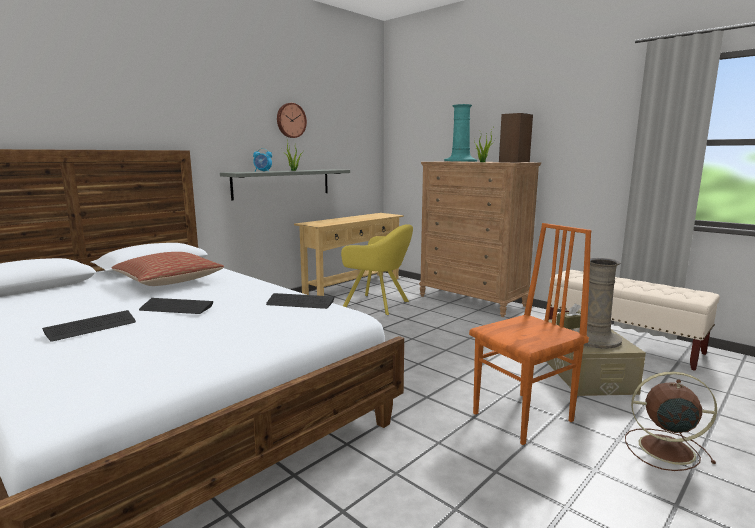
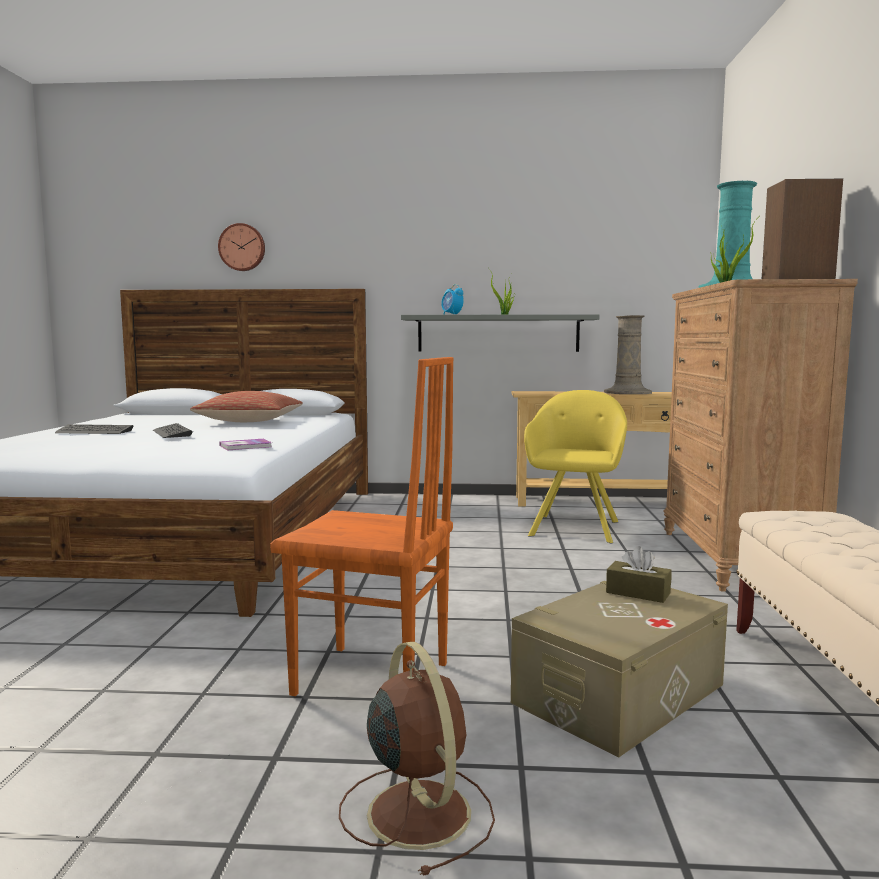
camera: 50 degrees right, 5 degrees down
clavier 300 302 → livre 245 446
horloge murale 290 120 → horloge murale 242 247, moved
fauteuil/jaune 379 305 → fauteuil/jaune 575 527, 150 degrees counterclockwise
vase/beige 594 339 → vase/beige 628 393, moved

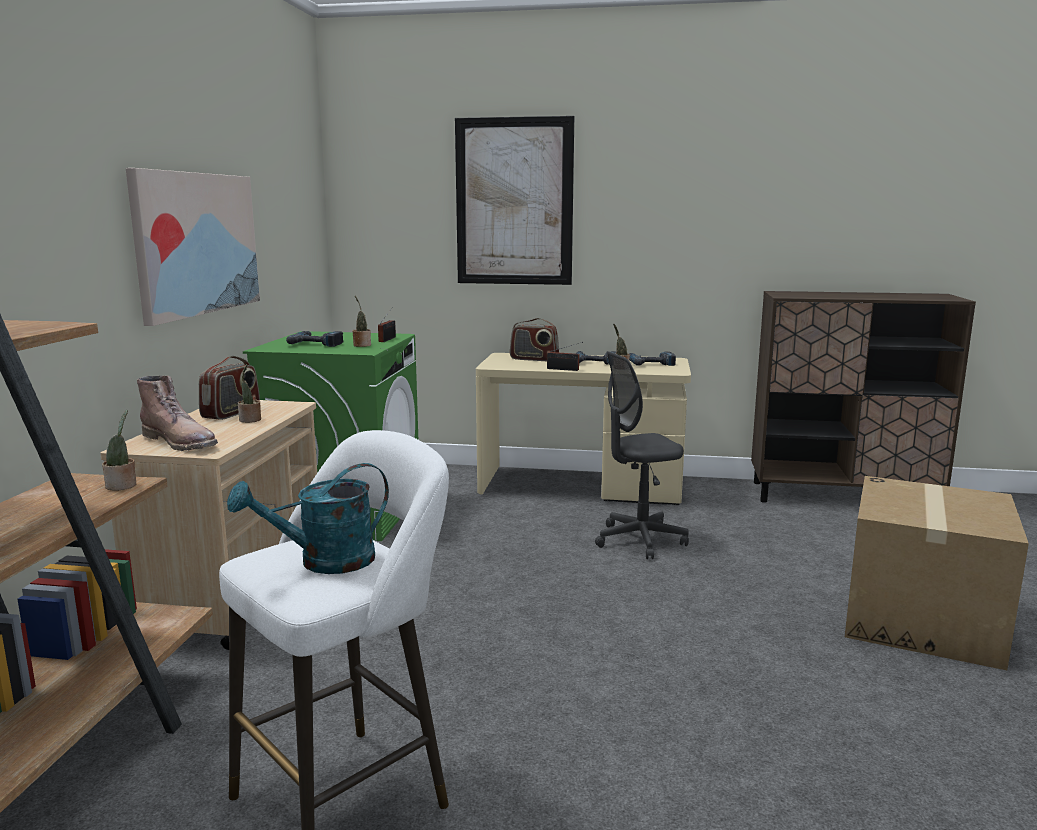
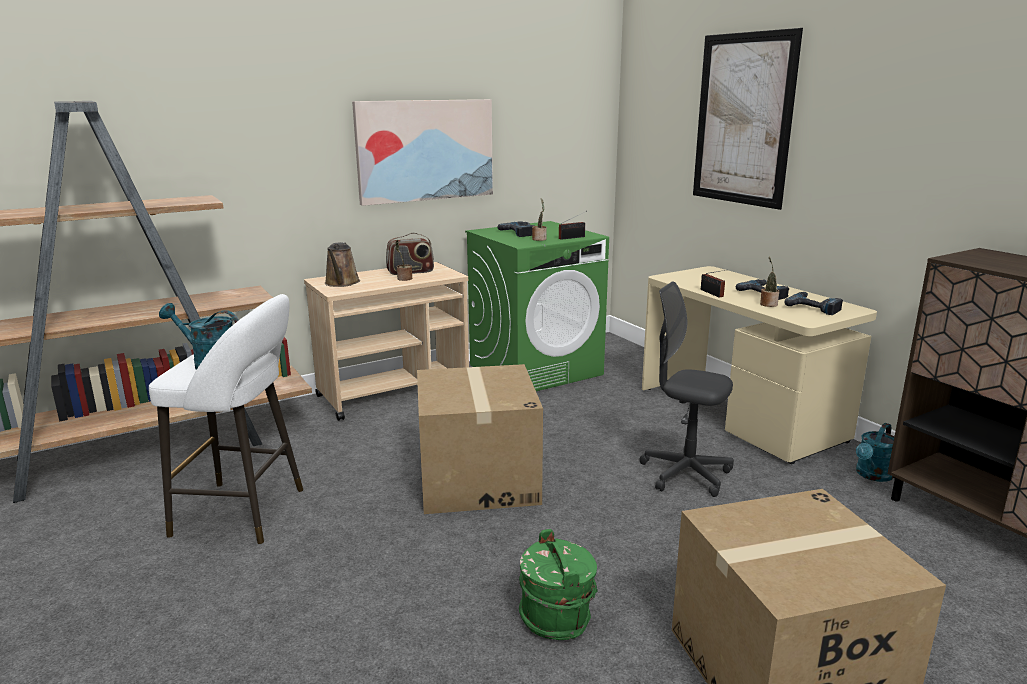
camera: 50 degrees right, 5 degrees up
plante en pot 123 486 → -
botte/marron 181 442 → arrosoir/marron 341 283
radio 534 359 → -
- → carton 477 479
- → seau/vert 556 618
- → arrosoir/turquoise 872 475

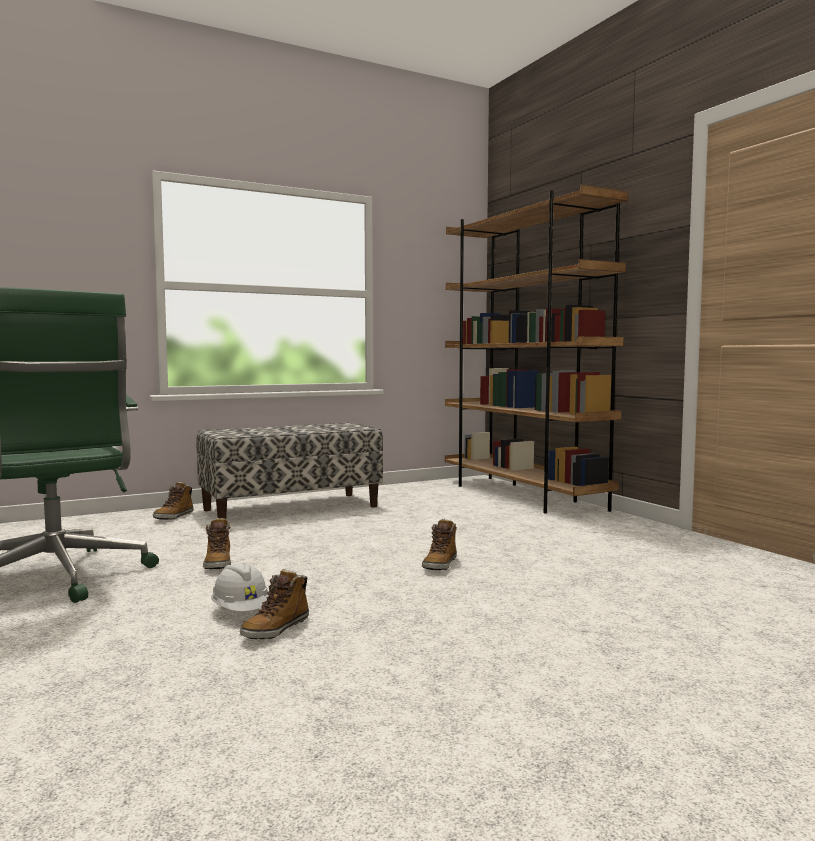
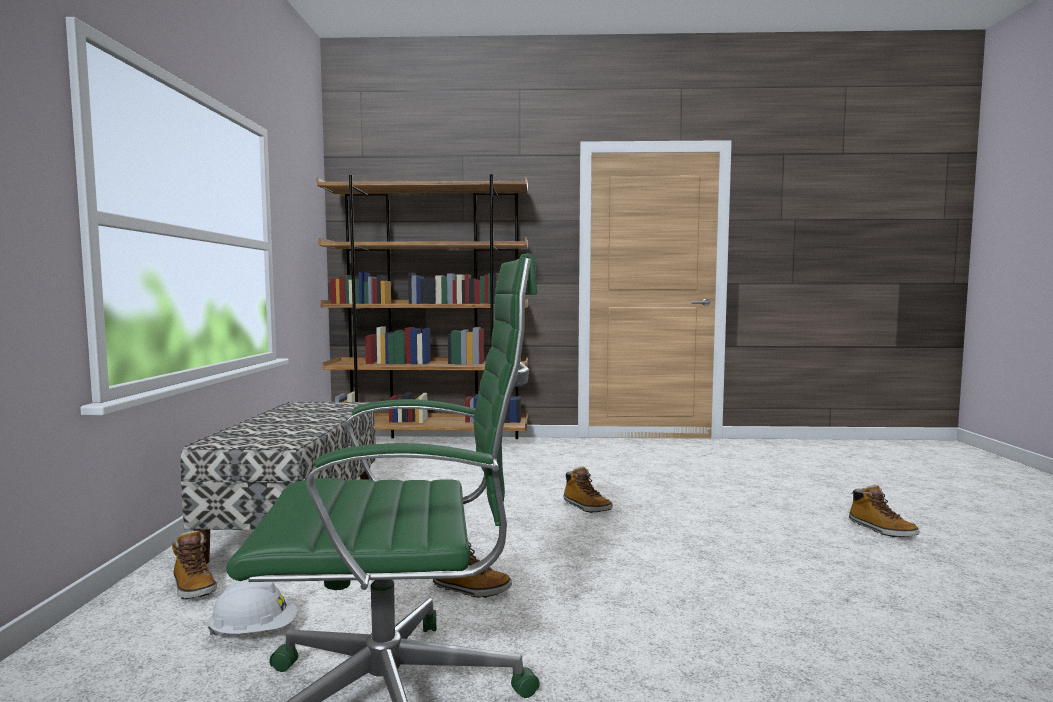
camera: 60 degrees left, 0 degrees up
casque de chantier/blanc 241 611 → casque de chantier/blanc 254 632, moved
botte 276 629 → botte 881 530, moved

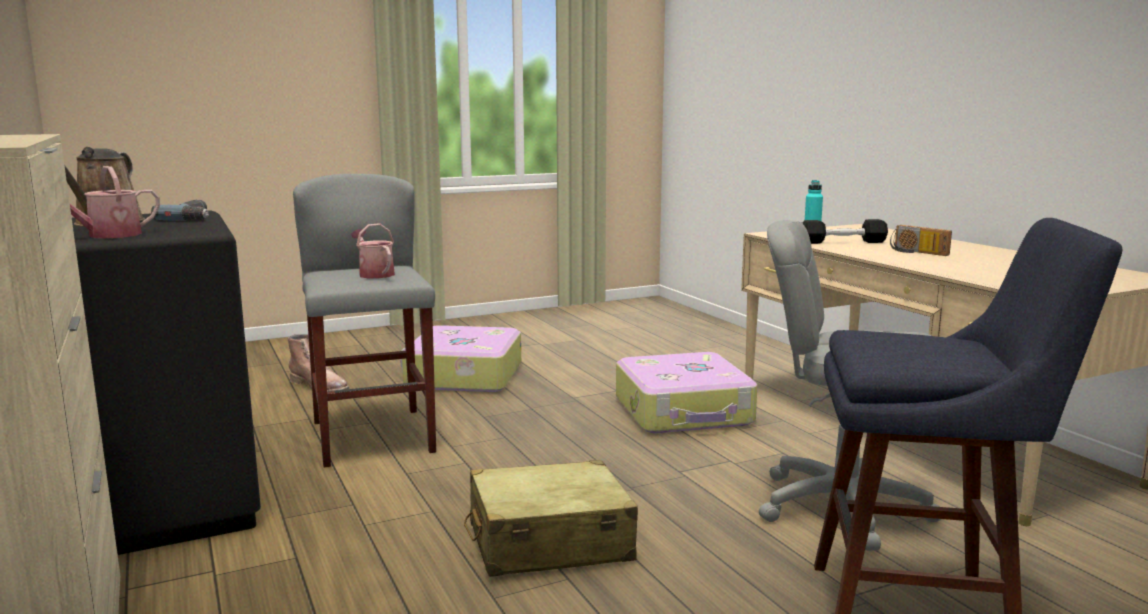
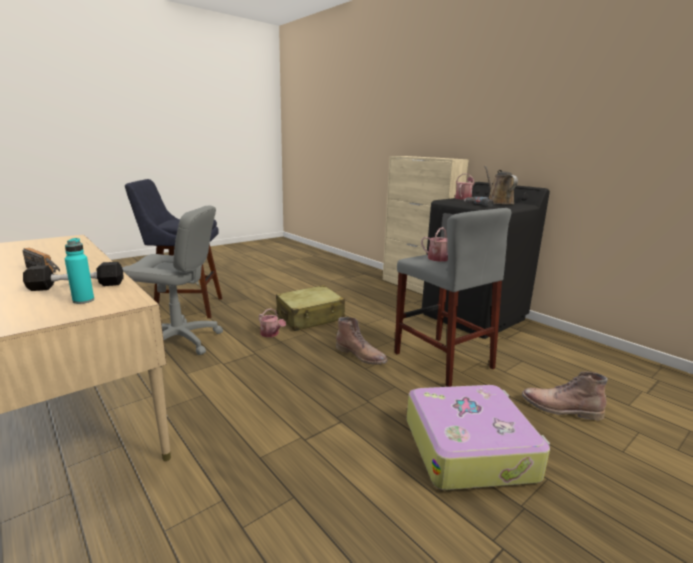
camera: 165 degrees right, 5 degrees up
valise 684 411 → -
- → arrosoir 271 334
- → botte/marron 361 355

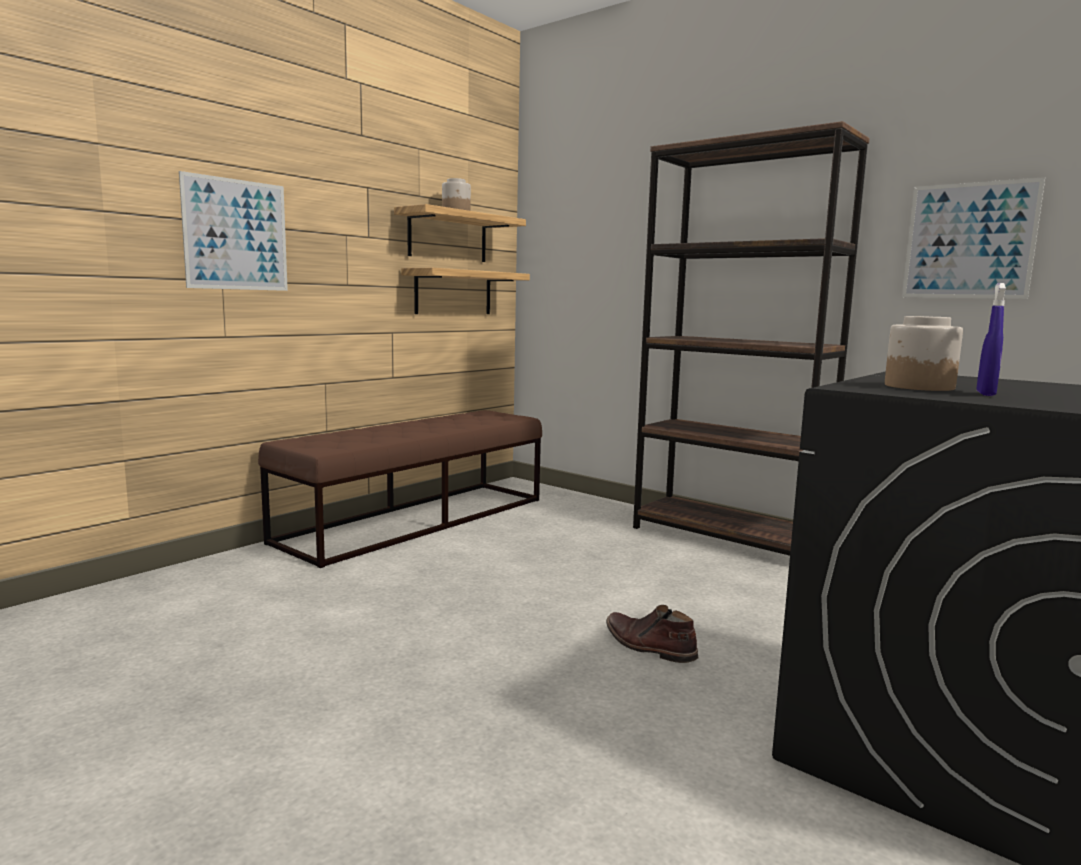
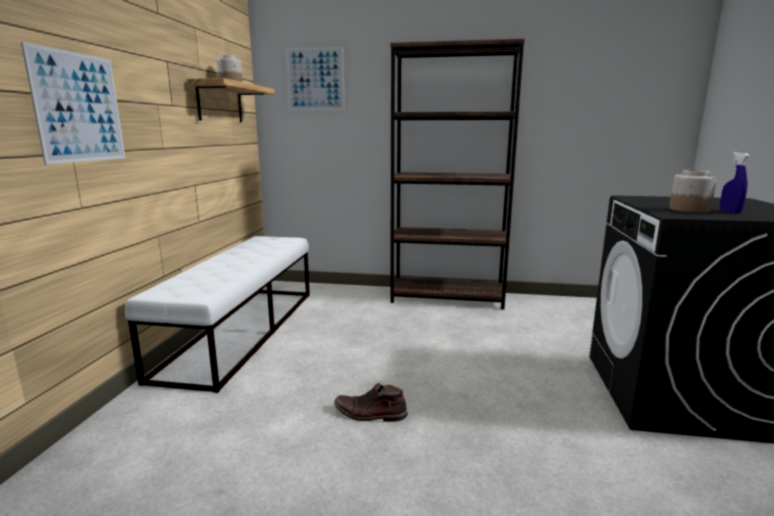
camera: 30 degrees left, 5 degrees up
banc/marron 417 519 → banc/blanc 242 330
étagère 453 292 → -
botte/marron 648 646 → botte/marron 370 414, moved
tableau 969 241 → tableau 315 79, moved

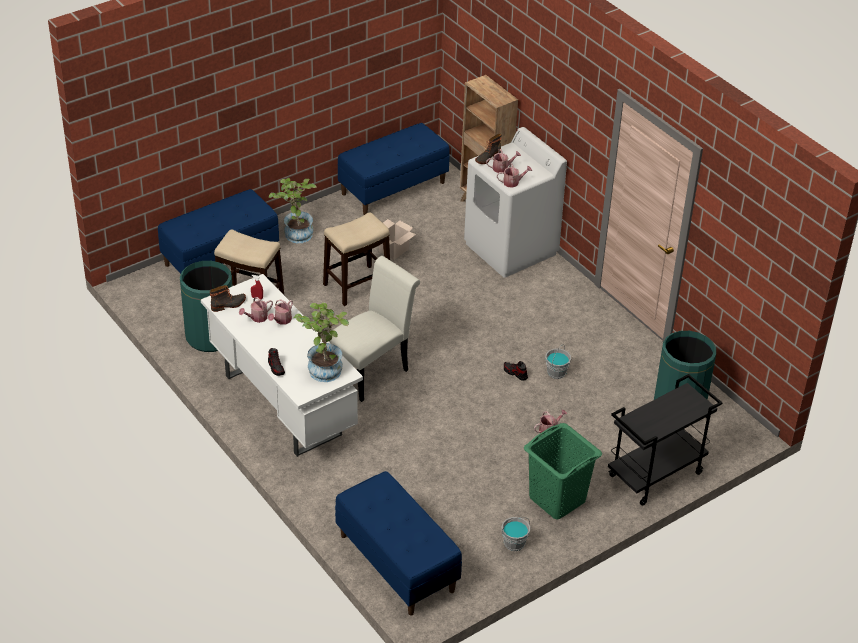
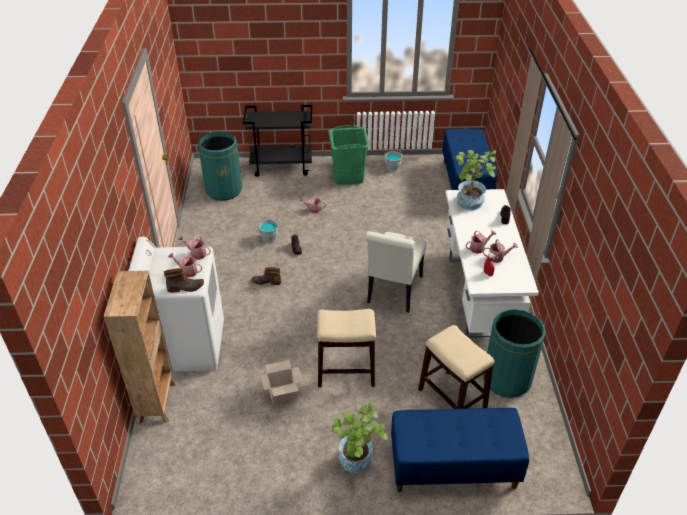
camera: 145 degrees left, 0 degrees up
botte 228 305 → botte 266 281, moved
chaise/blanc 371 370 → chaise/blanc 393 292, 60 degrees counterclockwise
banc/bleu 393 188 → -

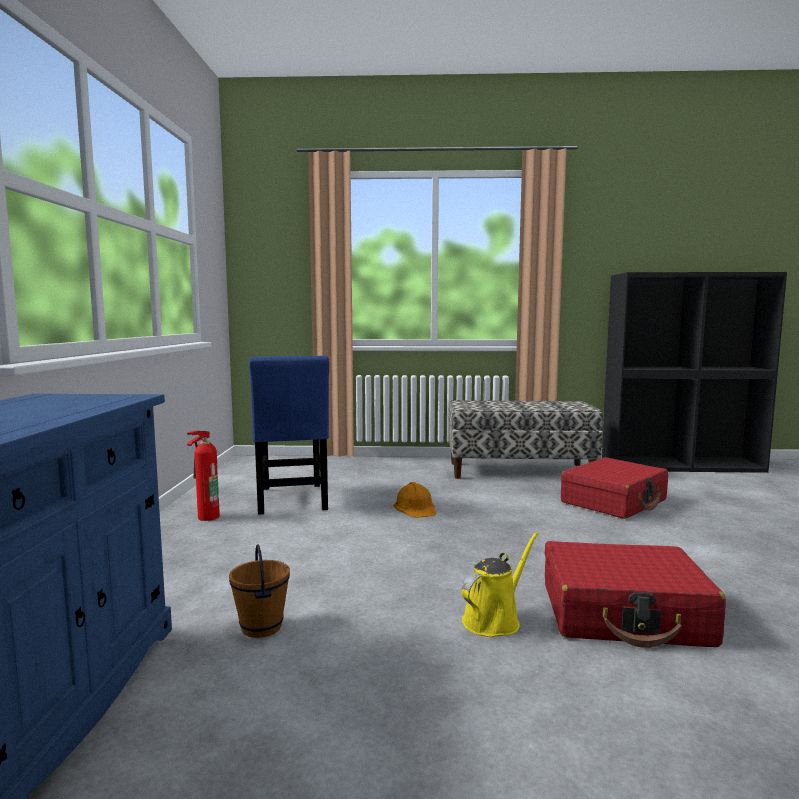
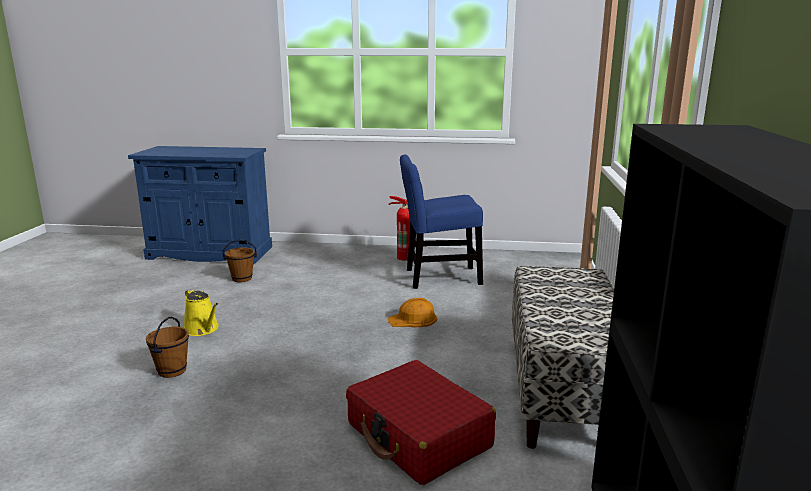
camera: 95 degrees right, 10 degrees up
valise/rouge 624 614 → seau/marron 172 371

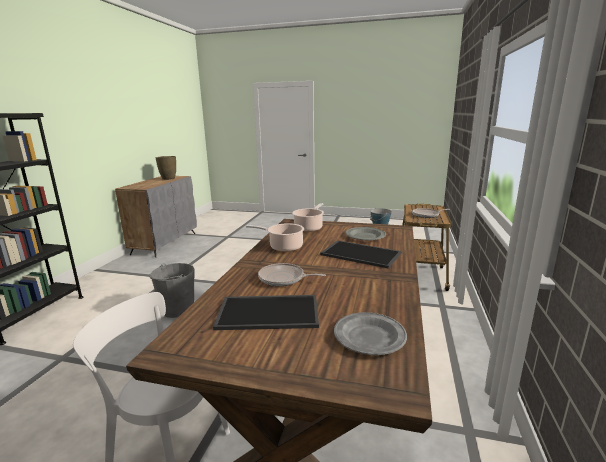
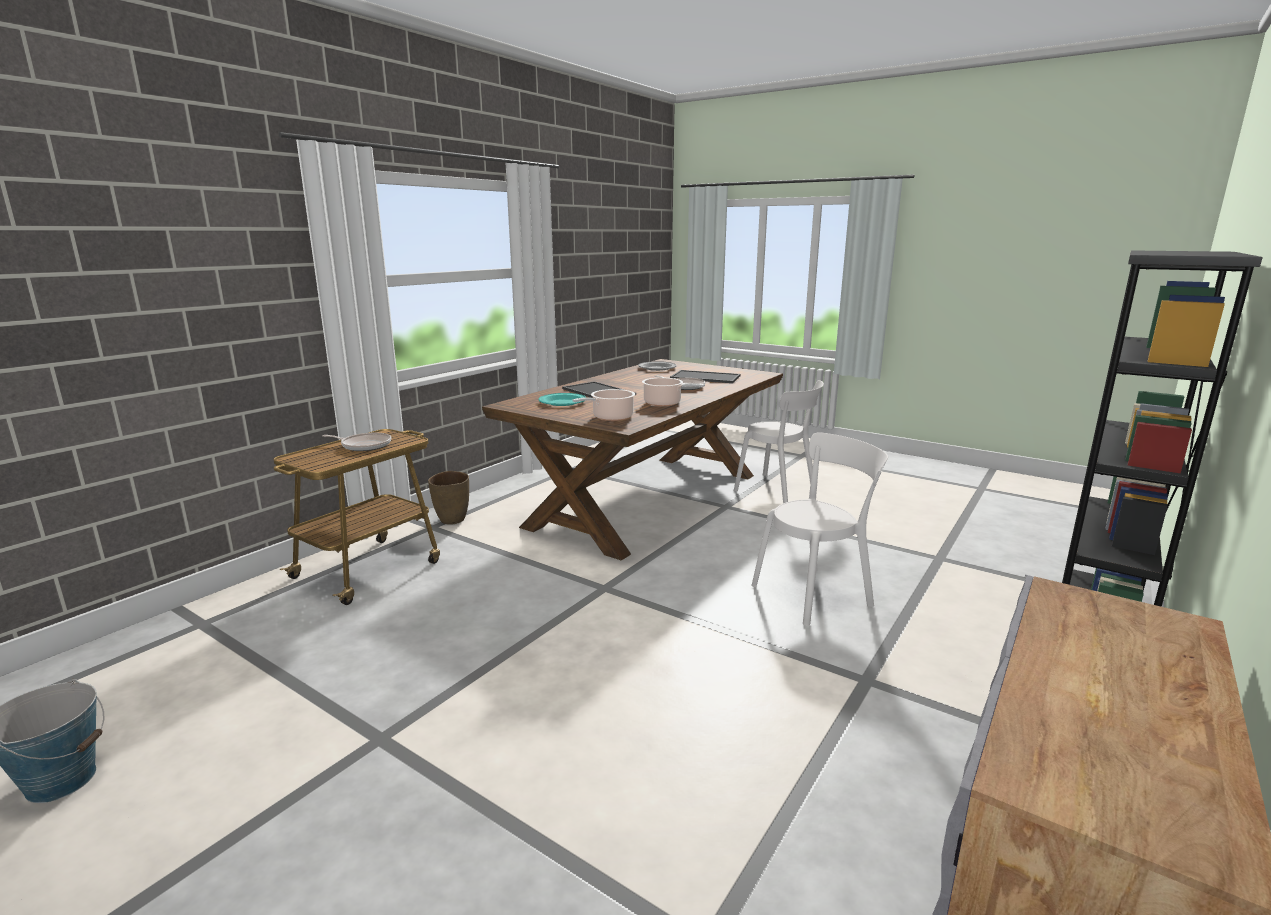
camera: 160 degrees left, 0 degrees up
seau/gris 177 309 → chaise/blanc 815 593
vase/marron 168 179 → vase/marron 452 520, moved
assiette/gris 365 236 → assiette/turquoise 563 402

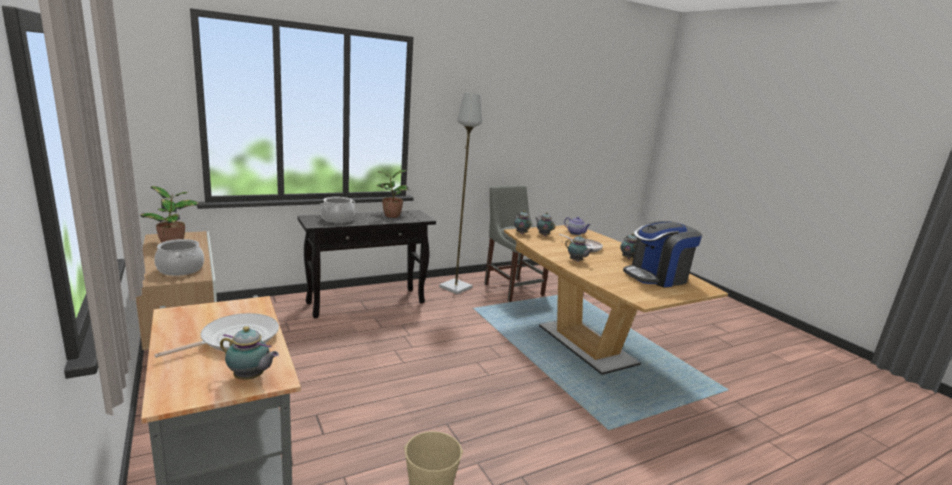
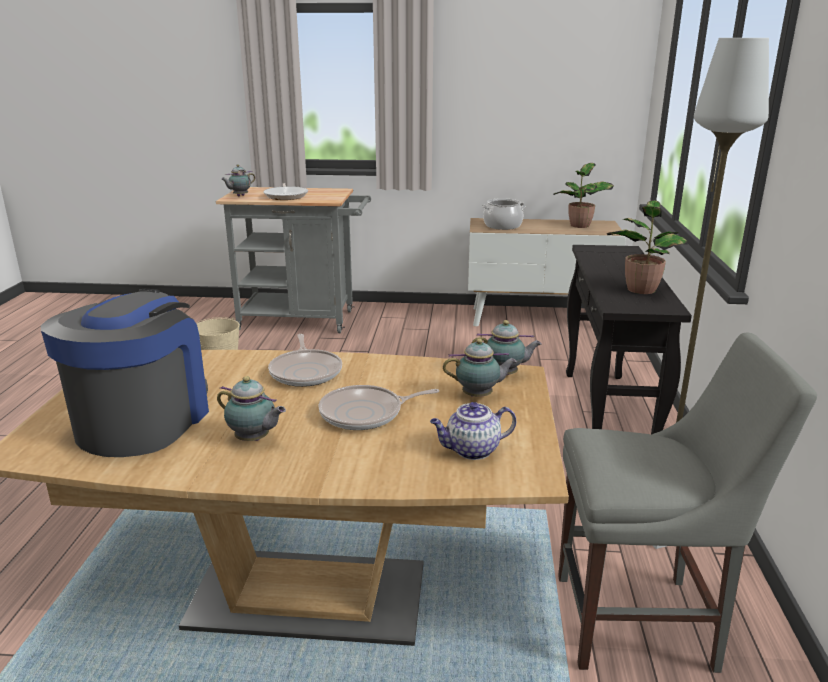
camera: 125 degrees right, 5 degrees up
marmite 338 219 → -
théière 576 261 → poêle 306 372

